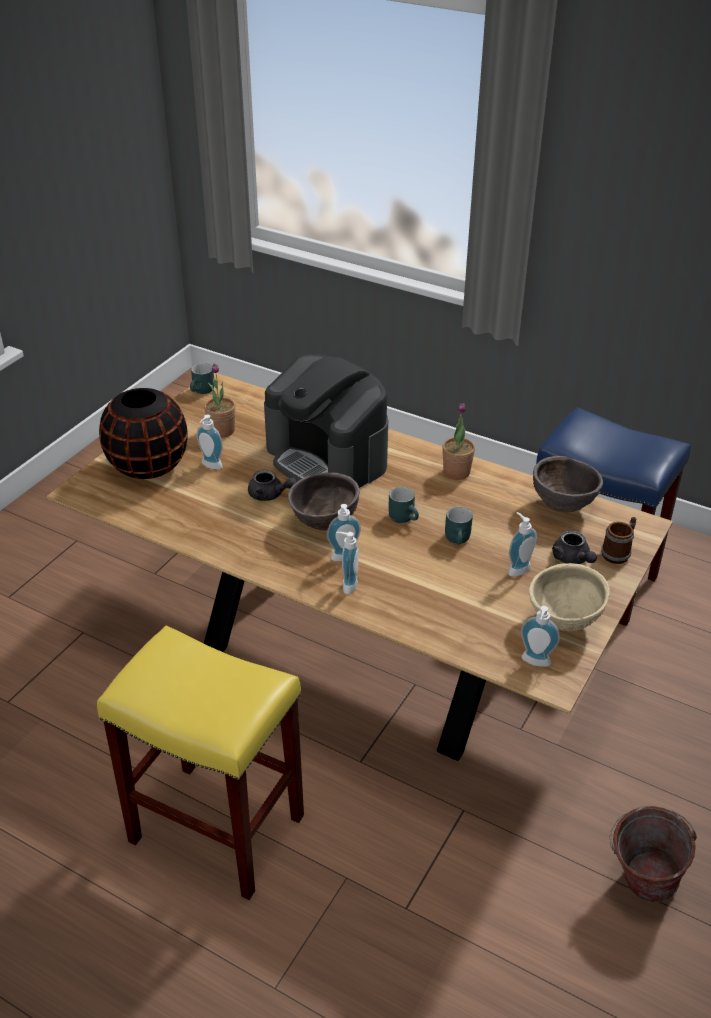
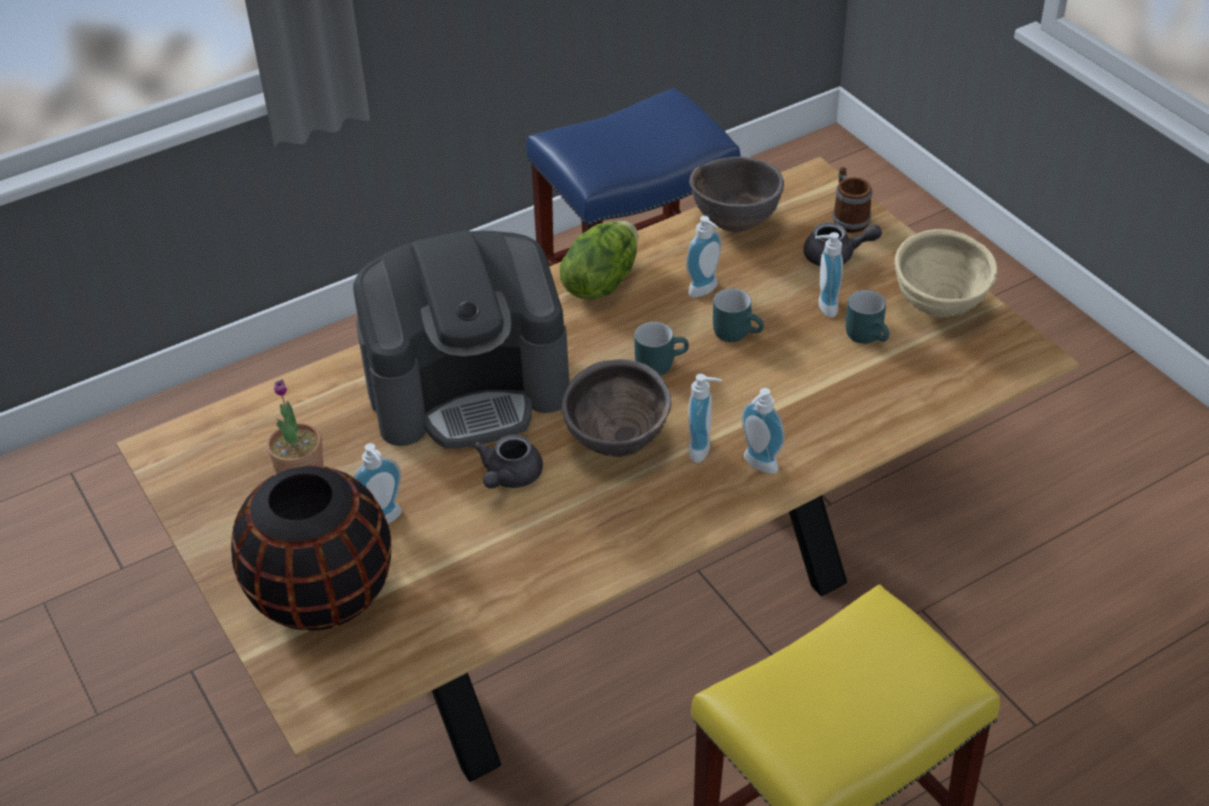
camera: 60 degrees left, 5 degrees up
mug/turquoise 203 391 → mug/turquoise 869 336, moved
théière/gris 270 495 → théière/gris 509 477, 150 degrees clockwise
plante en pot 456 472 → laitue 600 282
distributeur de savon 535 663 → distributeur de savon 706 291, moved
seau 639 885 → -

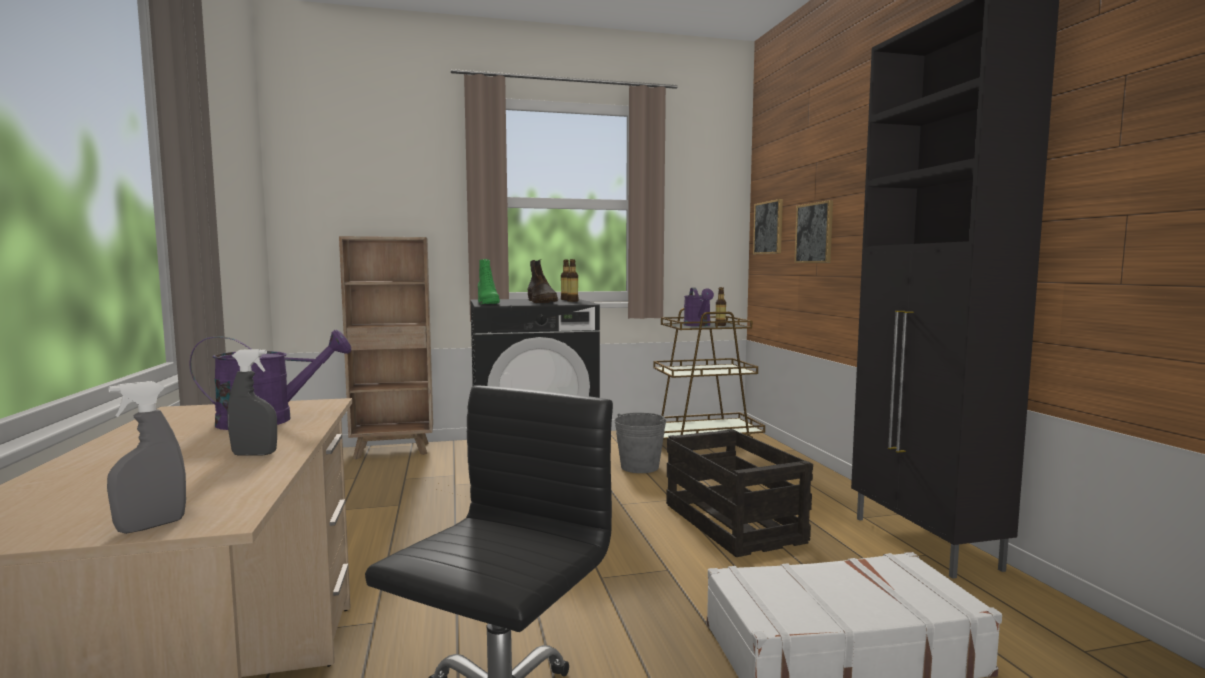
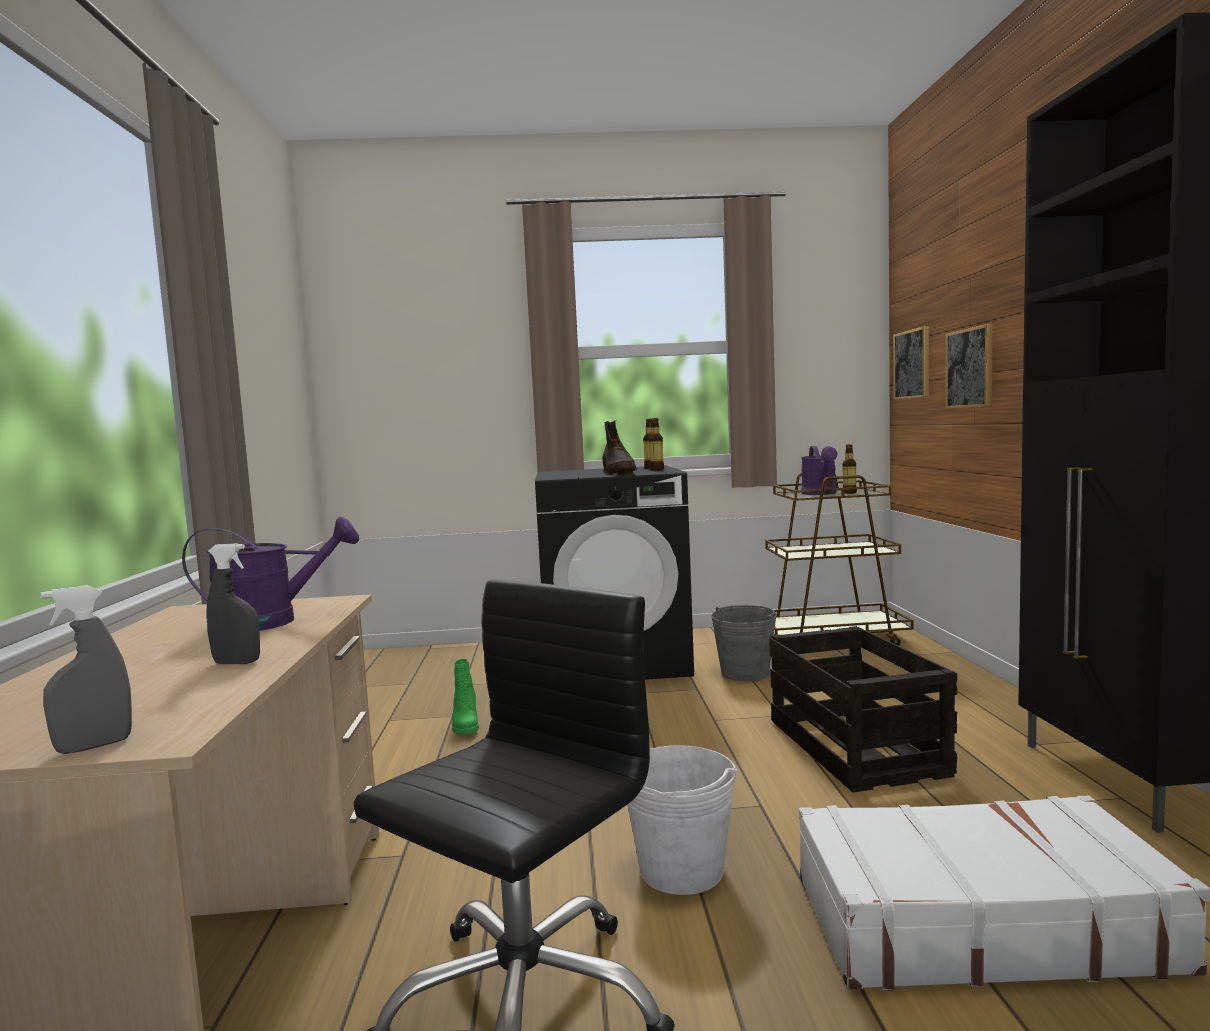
camera: 10 degrees right, 0 degrees up
bibliothèque/marron 394 451 → -
botte/vert 487 303 → botte/vert 465 725, moved
- → seau/blanc 681 870

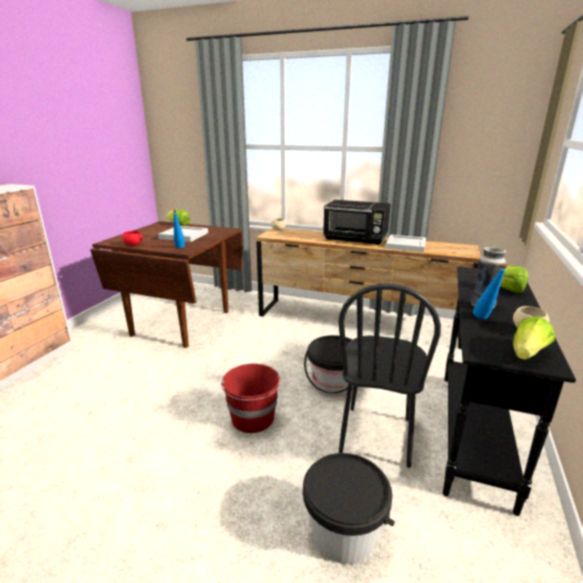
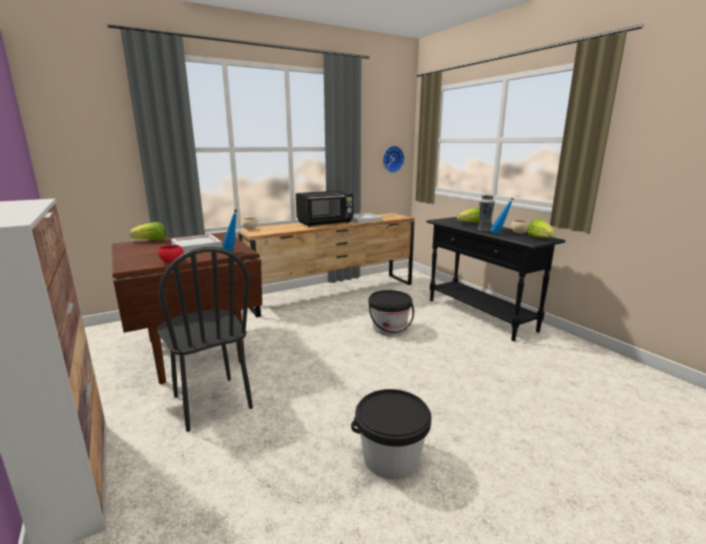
camera: 50 degrees left, 5 degrees down
seau/rouge 253 418 → -
seau/noir 343 532 → seau/noir 391 458, moved
chaise/noir 376 435 → chaise/noir 211 402, moved
- → horloge murale 392 159

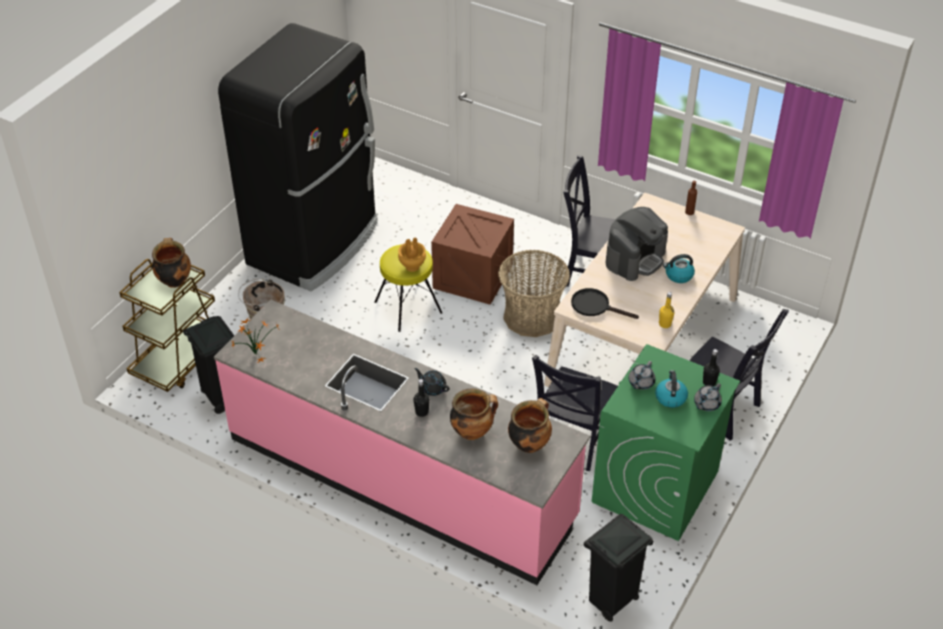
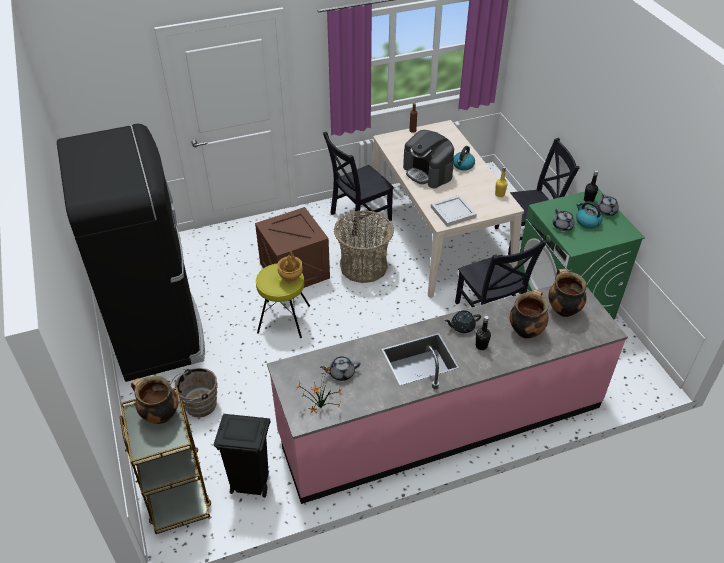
camera: 50 degrees left, 0 degrees up
poêle/noir 595 306 → plateau/blanc 452 212
poubelle/noir 611 602 → -
machine à café 635 258 → machine à café 428 172, 150 degrees clockwise
- → théière/gris 341 373

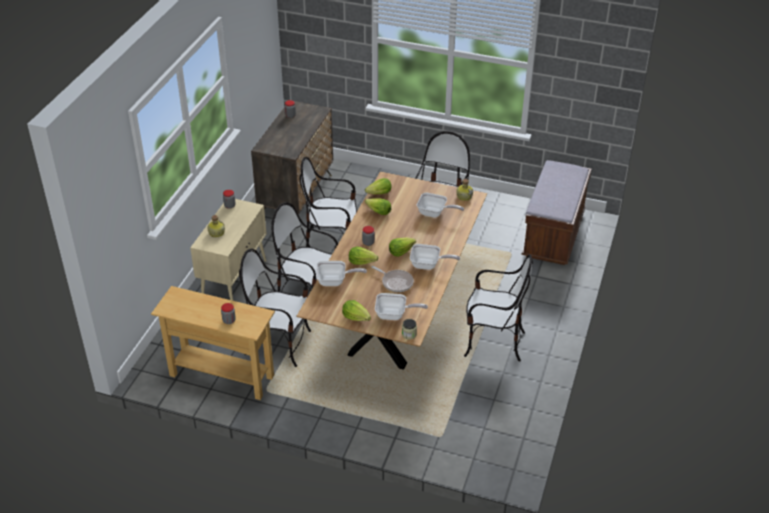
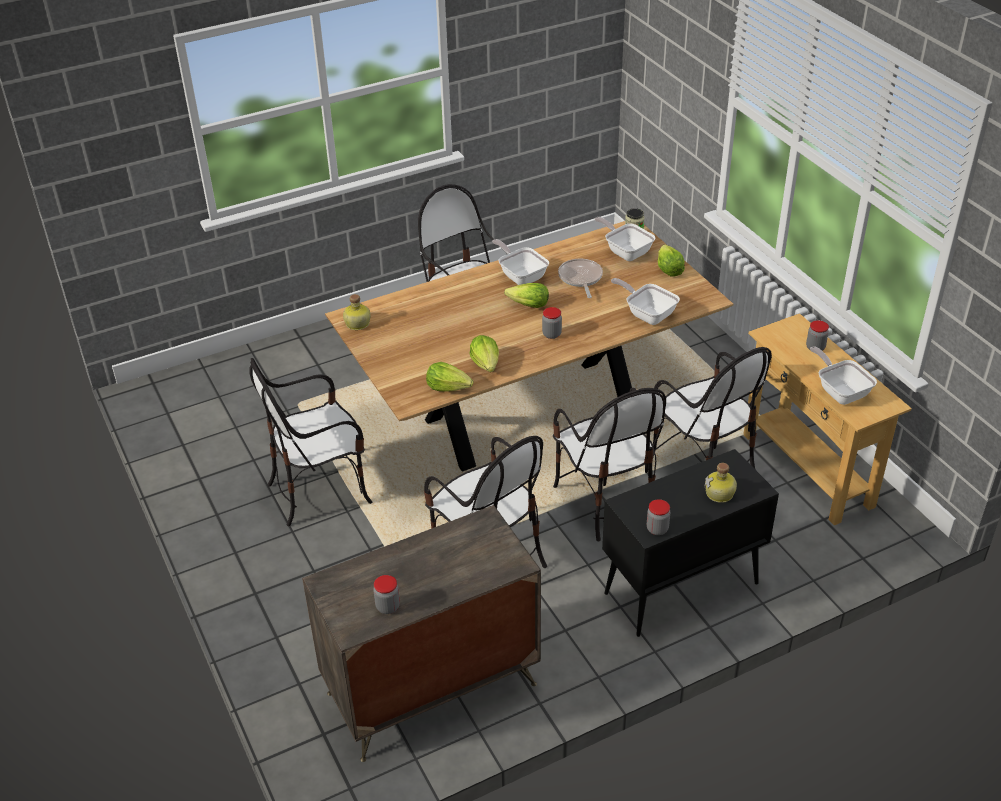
camera: 135 degrees left, 0 degrees up
meuble de rangement/beige 234 281 → meuble de rangement/noir 680 589
laitue 362 261 → -
poêle 434 213 → poêle 840 391, moved
banc/marron 553 235 → -

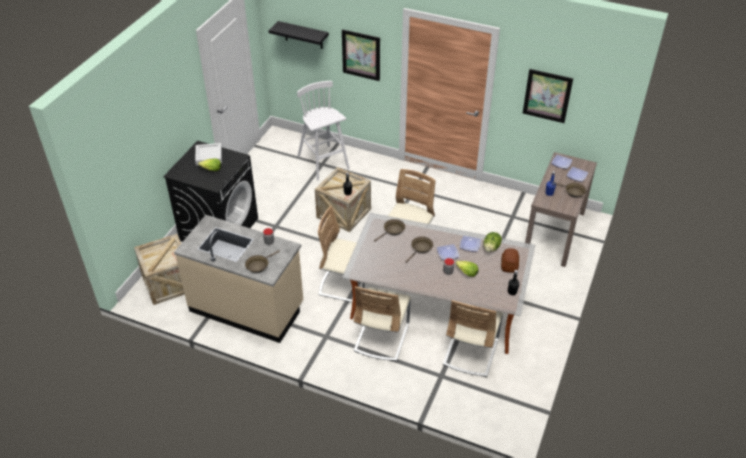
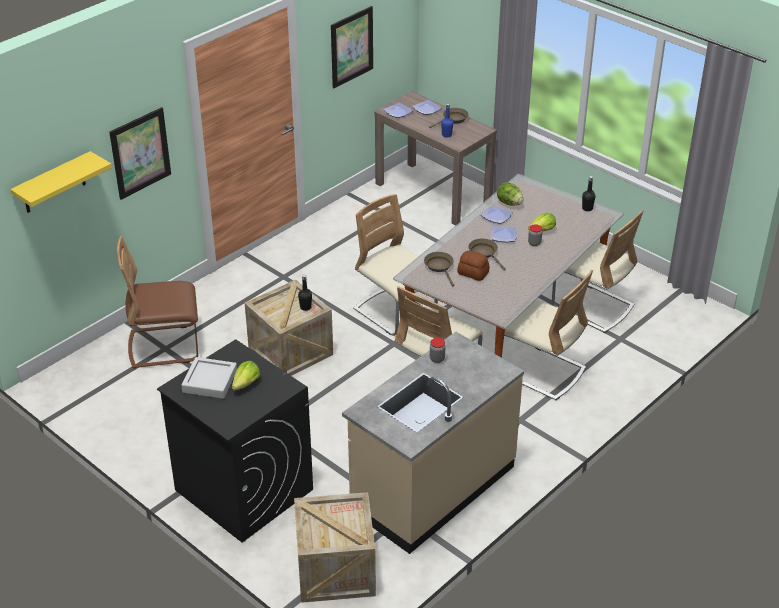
camera: 70 degrees left, 5 degrees down
poêle/marron 258 265 → -
étagère/noir 303 35 → étagère/jaune 53 183
tabouret/blanc 323 163 → chaise/marron 165 346
pain 509 265 → pain 473 273, moved

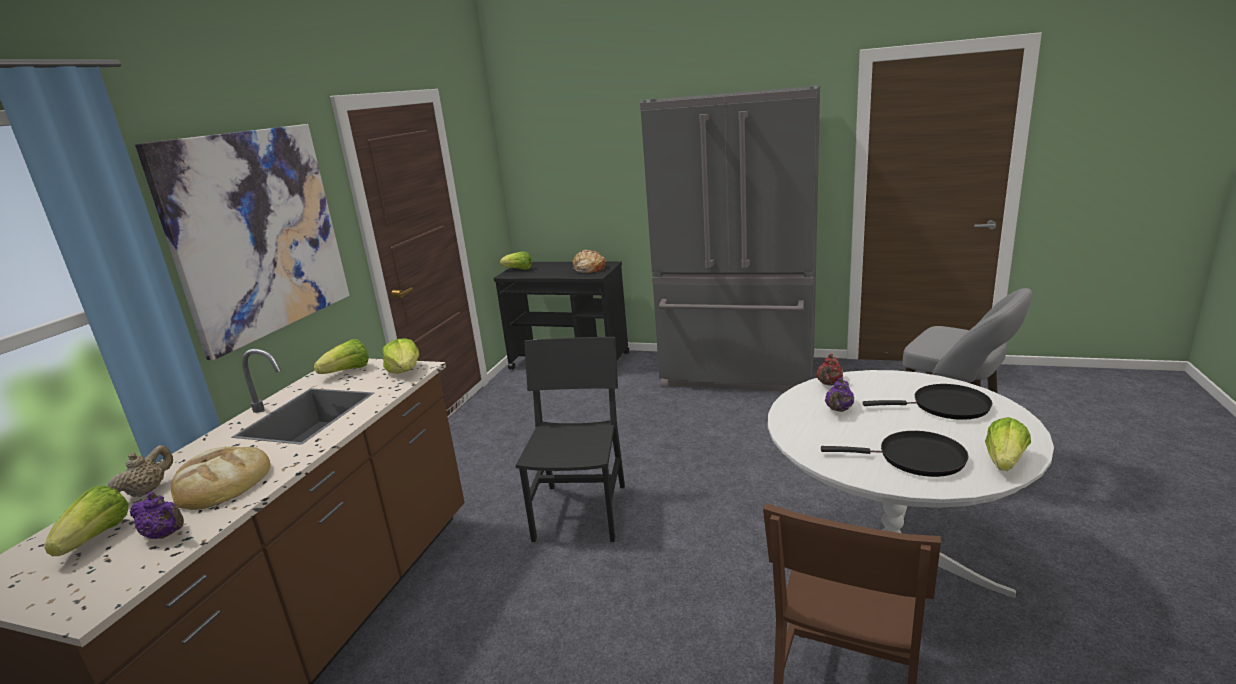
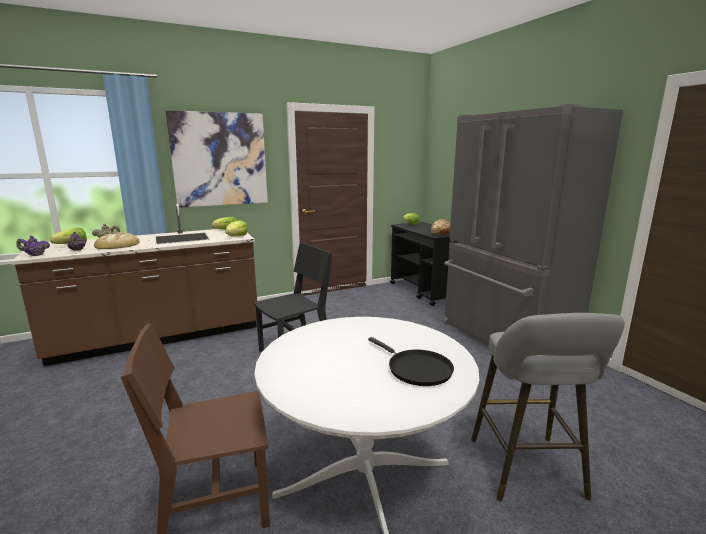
camera: 45 degrees right, 5 degrees down
théière/rouge 829 384 → -
poêle/noir 915 458 → -
théière/violet 838 410 → théière/violet 35 255, moved
laitue 1004 461 → -

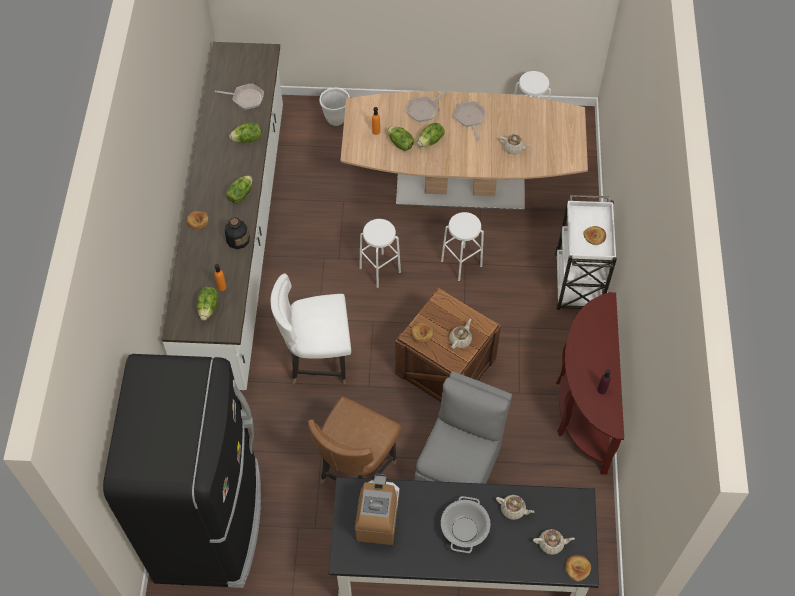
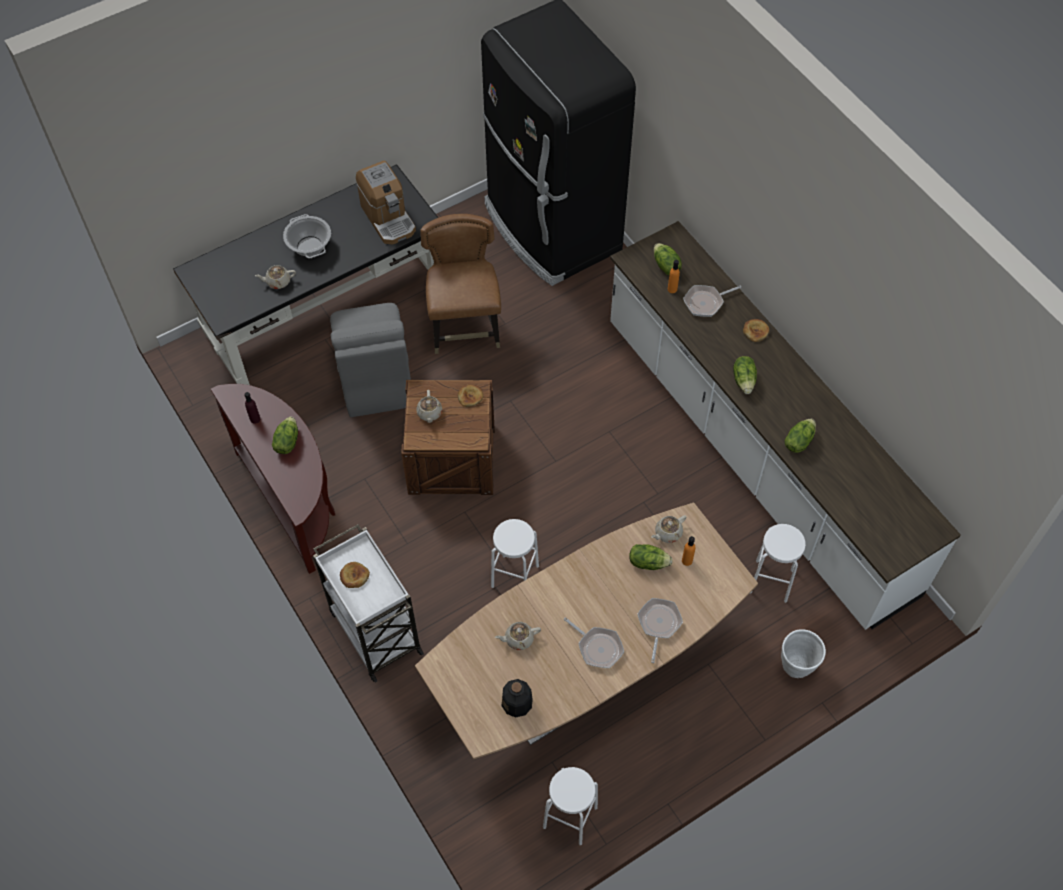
camera: 145 degrees right, 0 degrees up
poêle 246 98 → poêle 706 302, moved
bouteille 238 239 → bouteille 517 703, moved
chaise/blanc 317 360 → -
tabouret/blanc 380 270 → tabouret/blanc 771 581, moved
laitue 431 141 → laitue 287 442, moved
théière/beige 551 544 → théière/beige 667 533, moved
pain 577 568 → -

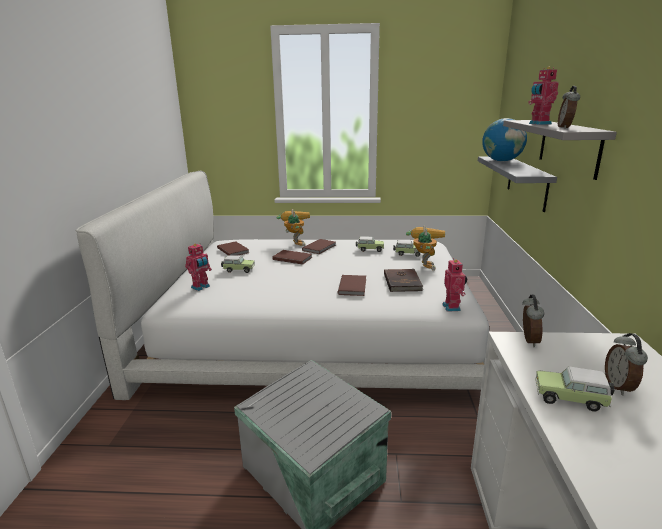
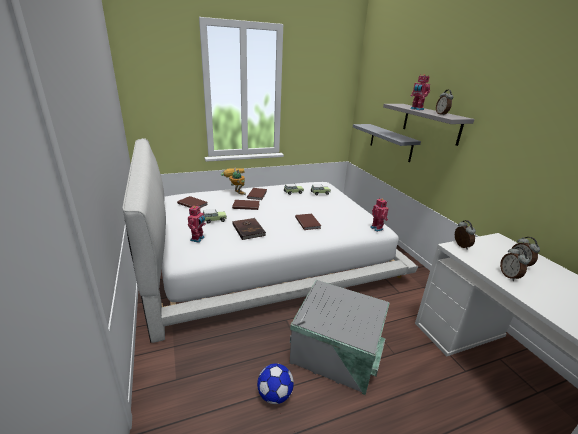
camera: 25 degrees left, 5 degrees up
livre/marron 403 282 → livre/marron 249 230, moved
robot jouet 423 265 → -
globe 501 161 → -
petite voiture 572 399 → réveil 509 276
- → ballon de foot 275 395

